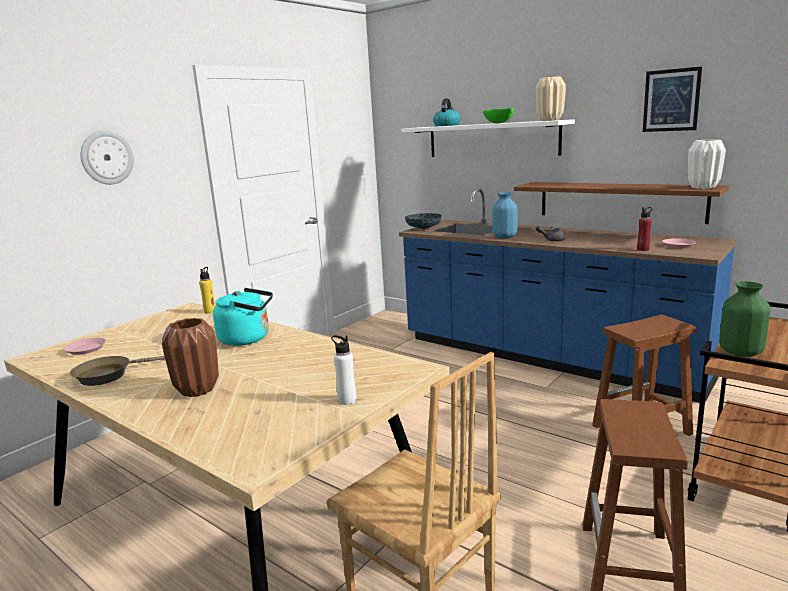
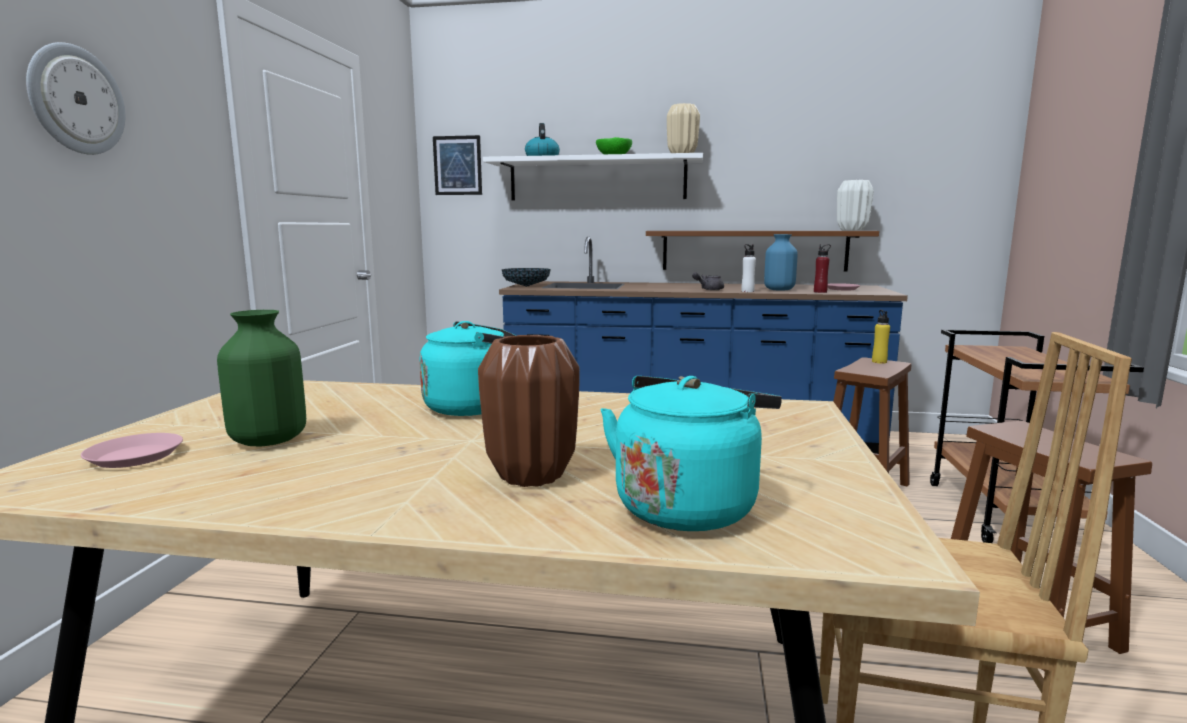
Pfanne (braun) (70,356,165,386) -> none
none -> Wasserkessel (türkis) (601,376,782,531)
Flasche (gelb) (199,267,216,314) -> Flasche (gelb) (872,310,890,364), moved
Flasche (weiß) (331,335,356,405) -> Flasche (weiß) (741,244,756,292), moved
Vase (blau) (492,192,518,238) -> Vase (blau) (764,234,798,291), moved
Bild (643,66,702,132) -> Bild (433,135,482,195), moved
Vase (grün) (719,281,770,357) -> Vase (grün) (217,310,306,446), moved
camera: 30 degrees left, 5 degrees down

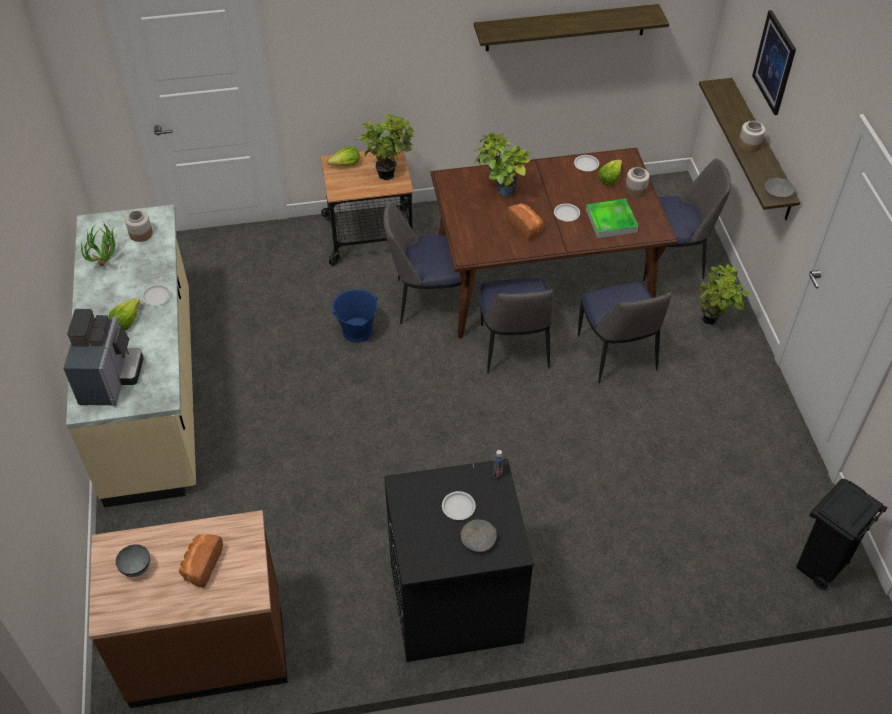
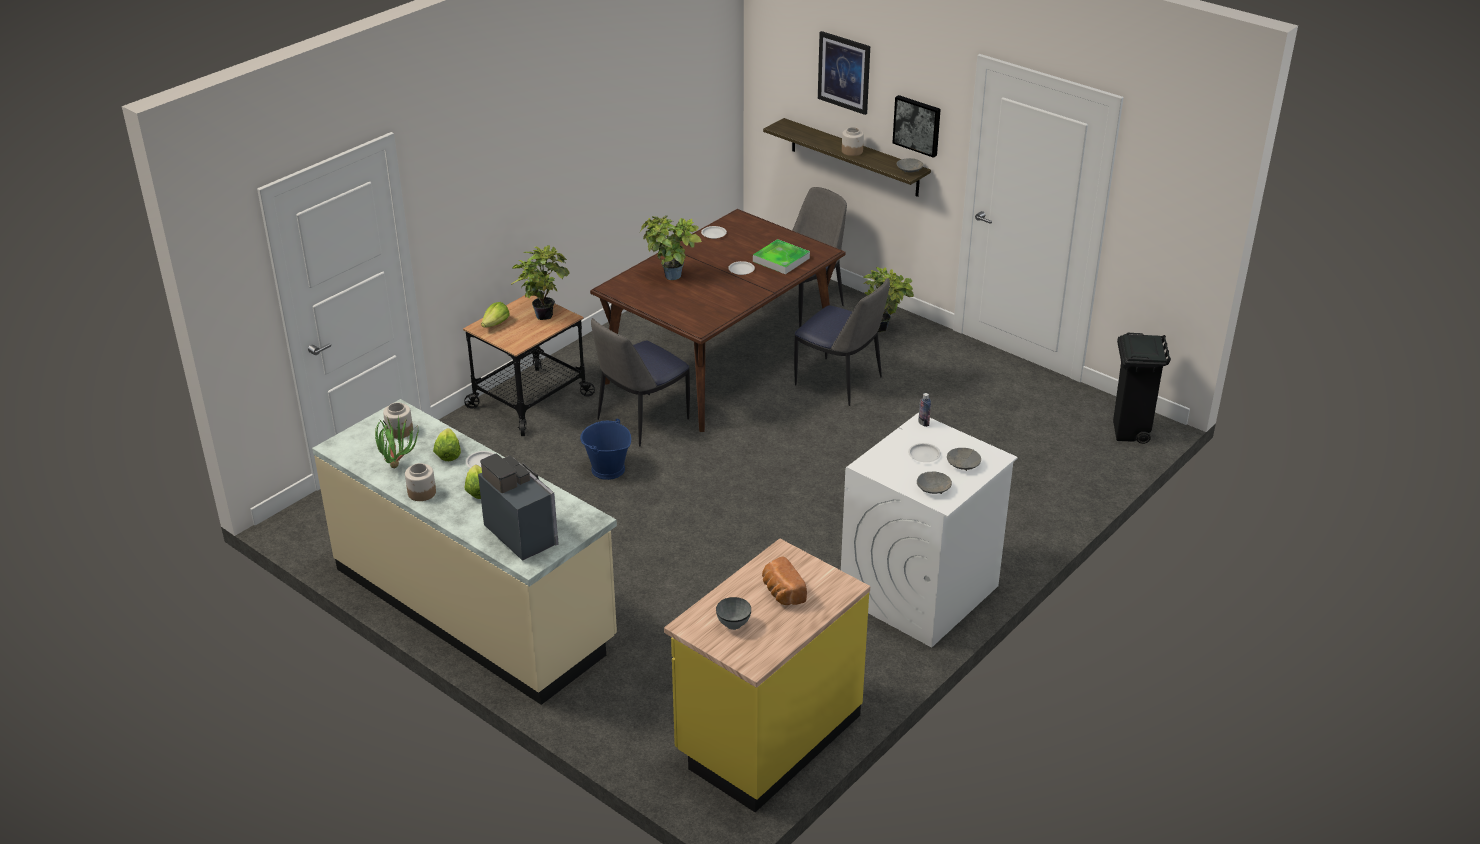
Wandregal (474,4,669,51) -> none
Stuhl (480,278,554,373) -> none
Brot (507,203,543,240) -> none
none -> Bild (892,95,941,158)
none -> Schüssel (grau) (917,472,952,494)
Salatkopf (598,159,622,186) -> Salatkopf (433,428,461,461), moved
Vorratsglas (625,167,649,197) -> Vorratsglas (405,463,436,501), moved
Küchenzeile (braun) (89,510,288,708) -> Küchenzeile (gelb) (664,538,870,812)
Waschmaschine (schwarz) (384,458,534,662) -> Waschmaschine (weiß) (841,413,1018,648)
camera: 40 degrees left, 15 degrees down

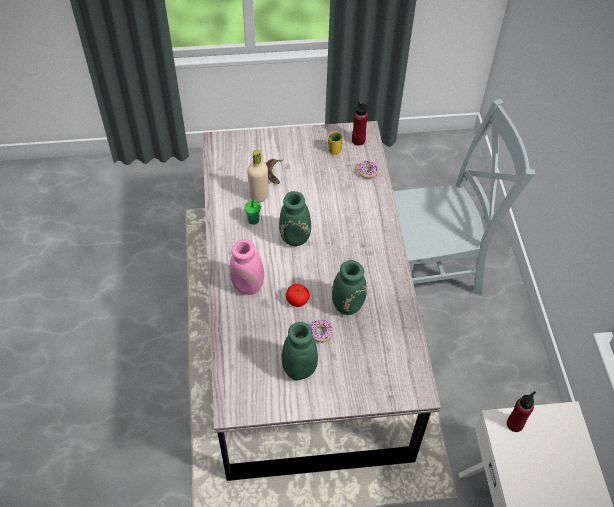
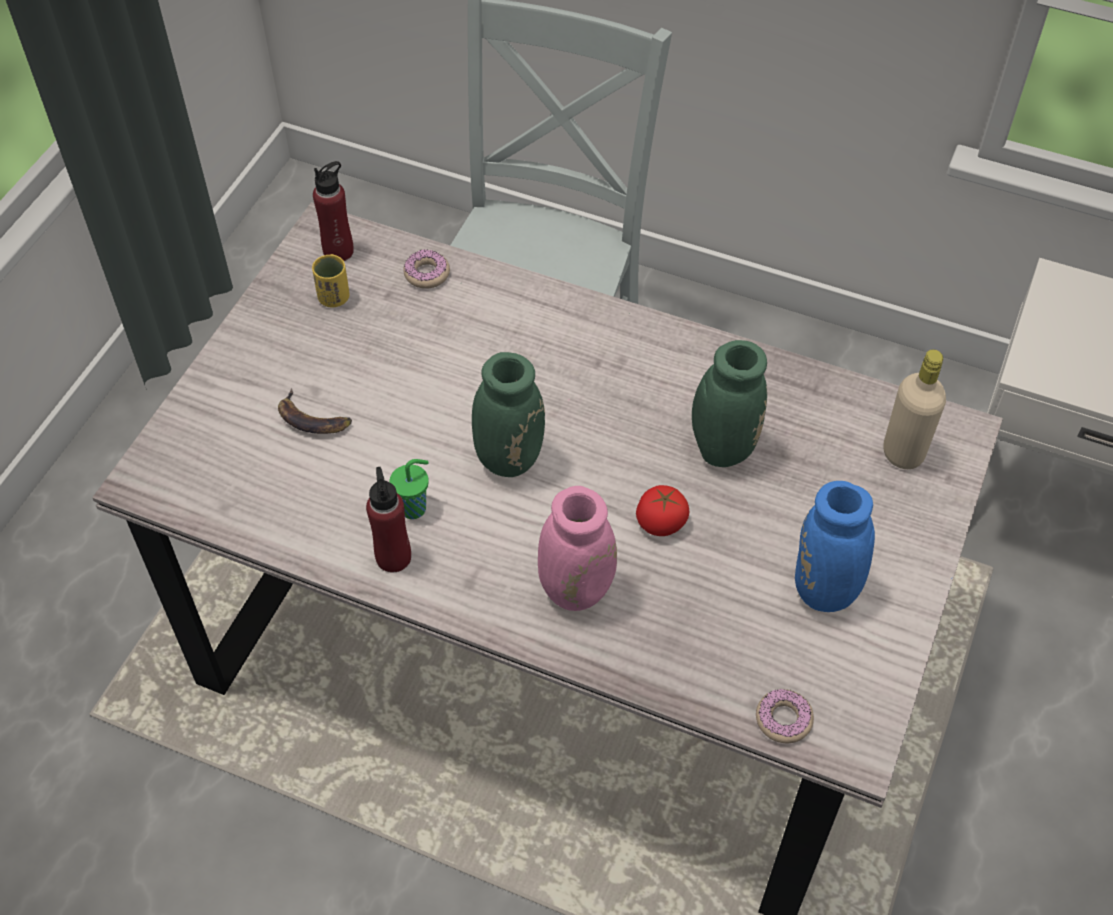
Flasche (beige) (247,150,268,202) -> Flasche (beige) (883,349,946,469), moved
Donut (310,320,333,342) -> Donut (756,689,814,743), moved
Flasche (rot) (507,391,536,432) -> Flasche (rot) (366,467,411,572), moved
Vase (grün) (281,322,318,380) -> Vase (blau) (795,481,952,612)
camera: 60 degrees left, 0 degrees up

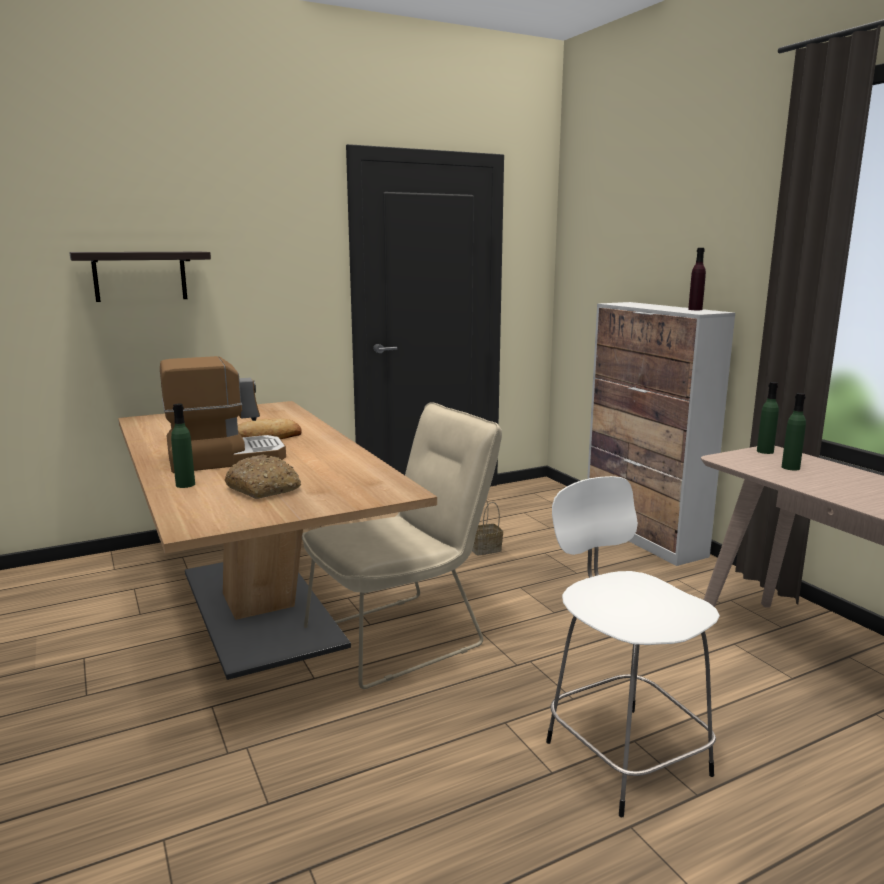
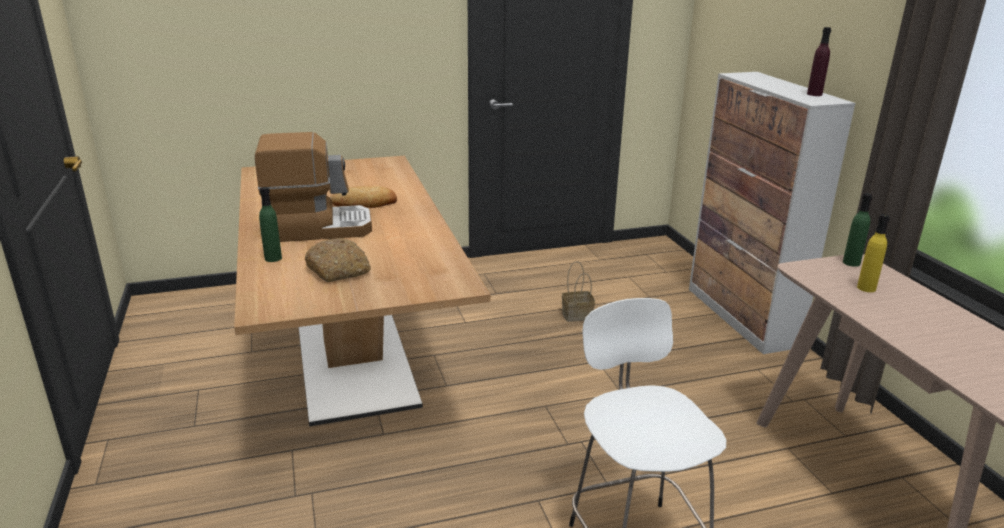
Wandregal (70,252,211,302) -> none
Stuhl (beige) (302,402,502,689) -> none
Flasche (grün) (782,393,806,470) -> Flasche (gelb) (857,214,890,292)
camera: 10 degrees right, 10 degrees up

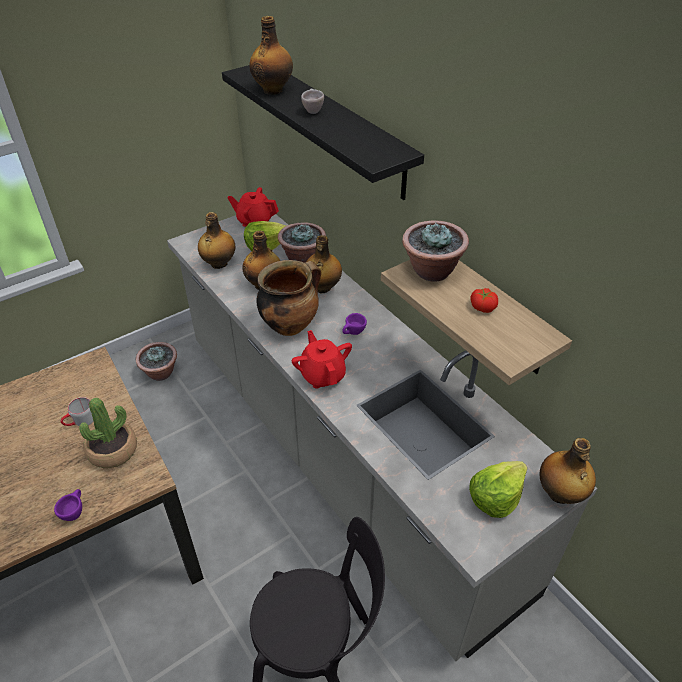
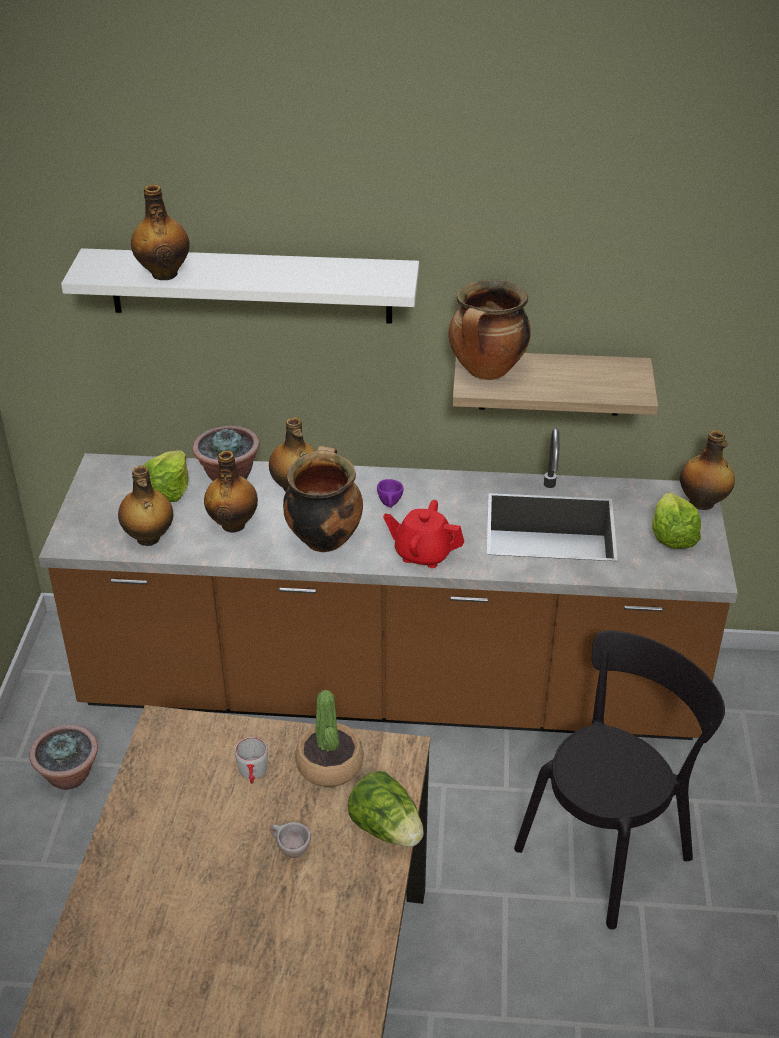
Teekanne (rot) (228,187,279,227) -> none
Tomate (470,288,498,313) -> none
Tasse (beige) (301,88,324,114) -> Tasse (beige) (271,822,311,858), moved
Tasse (lila) (54,489,82,521) -> Salatkopf (348,771,424,847)
Topfpflanze (402,220,469,281) -> Kochtopf (449,279,531,380)
Küchenzeile (grau) (167,214,597,661) -> Küchenzeile (braun) (39,428,738,740)
Wandregal (schwarz) (222,65,424,200) -> Wandregal (weiß) (61,248,419,324)
camera: 50 degrees left, 5 degrees down

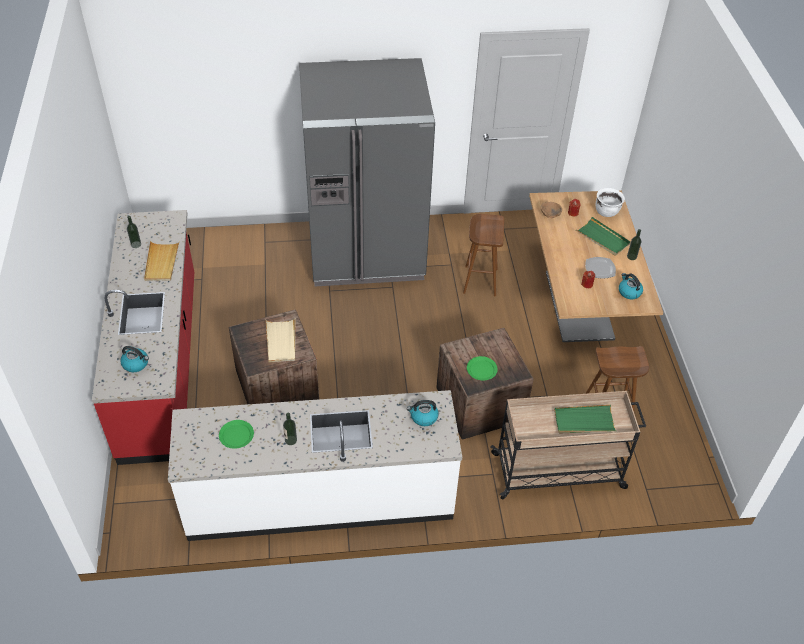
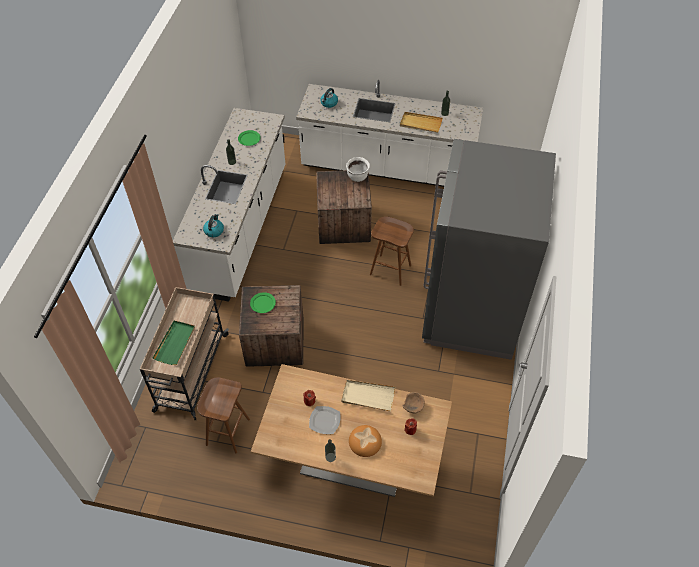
Wasserkessel (619,273,643,299) -> none
Tablett (beige) (266,319,295,362) -> Tablett (beige) (341,380,396,412), moved
Hocker (braun) (463,214,504,296) -> Hocker (braun) (370,216,414,286), moved
Kochtopf (weiß) (596,188,625,217) -> Kochtopf (weiß) (346,157,370,182), moved
Tablett (grün) (576,217,631,256) -> Brot (349,425,382,457)
Küchenzeile (rot) (92,210,194,465) -> Küchenzeile (weiß) (296,80,483,187)
camera: 110 degrees right, 5 degrees up

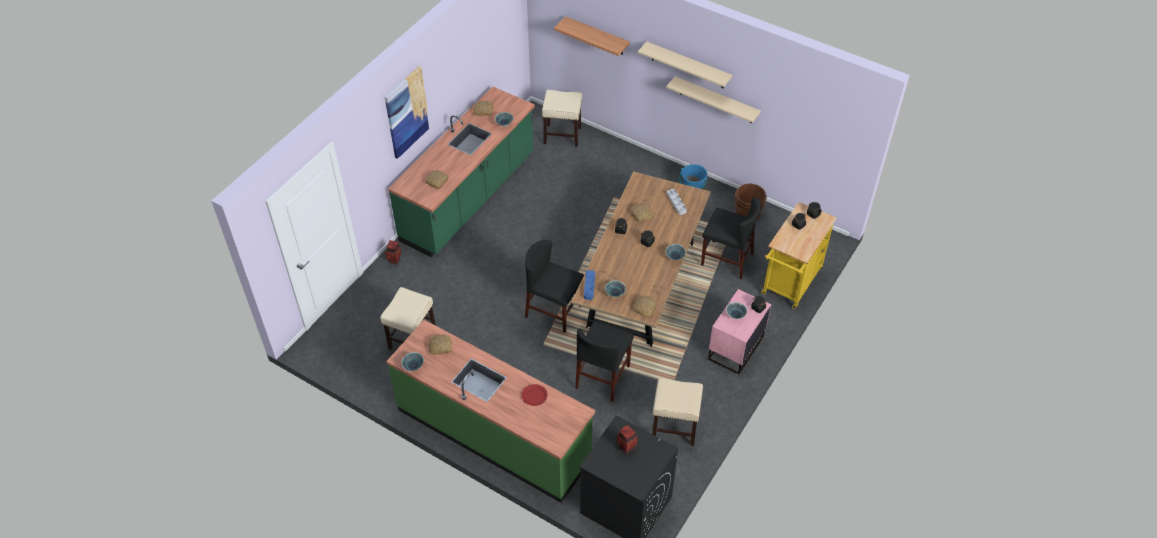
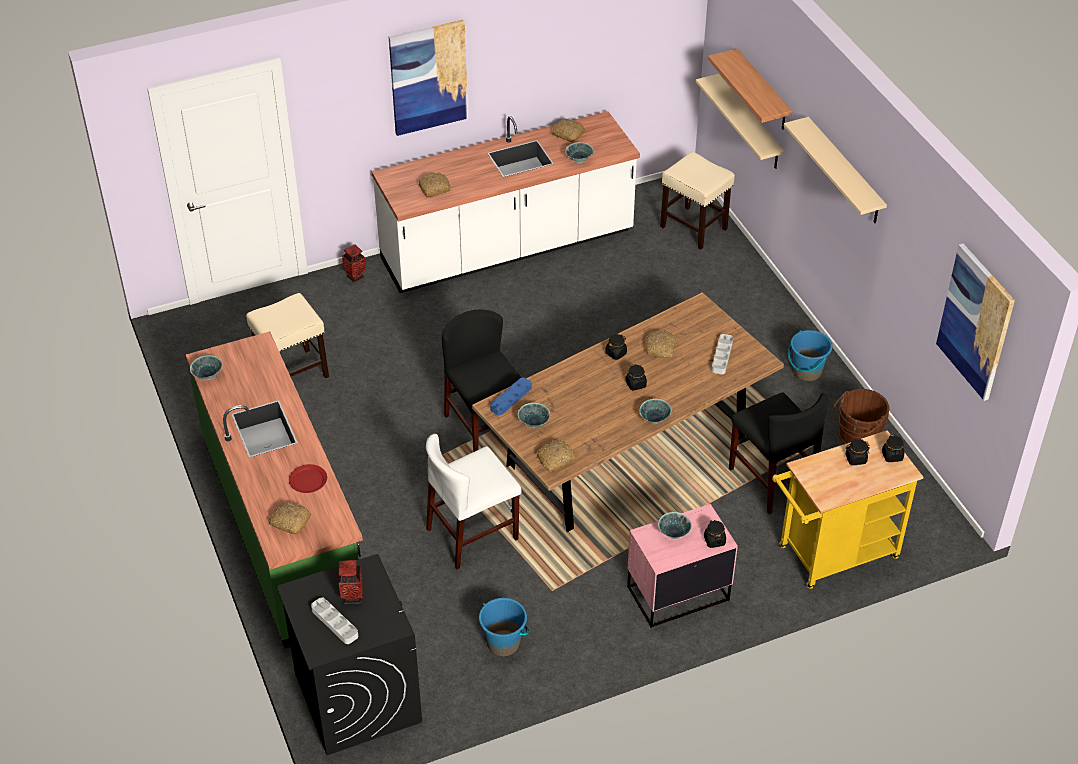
none -> Tablett (grau) (311,598,358,644)
none -> Bild (936,244,1015,401)
Brot (429,335,452,355) -> Brot (269,502,311,534), moved
Wandregal (beige) (666,76,761,123) -> Wandregal (beige) (696,74,785,169), moved
Hocker (beige) (652,378,703,446) -> Eimer (blau) (479,598,529,656)
Küchenzeile (grün) (388,86,535,257) -> Küchenzeile (weiß) (372,111,640,293)
Stuhl (schwarz) (575,321,634,402) -> Stuhl (weiß) (426,434,521,569)
camera: 35 degrees right, 5 degrees down

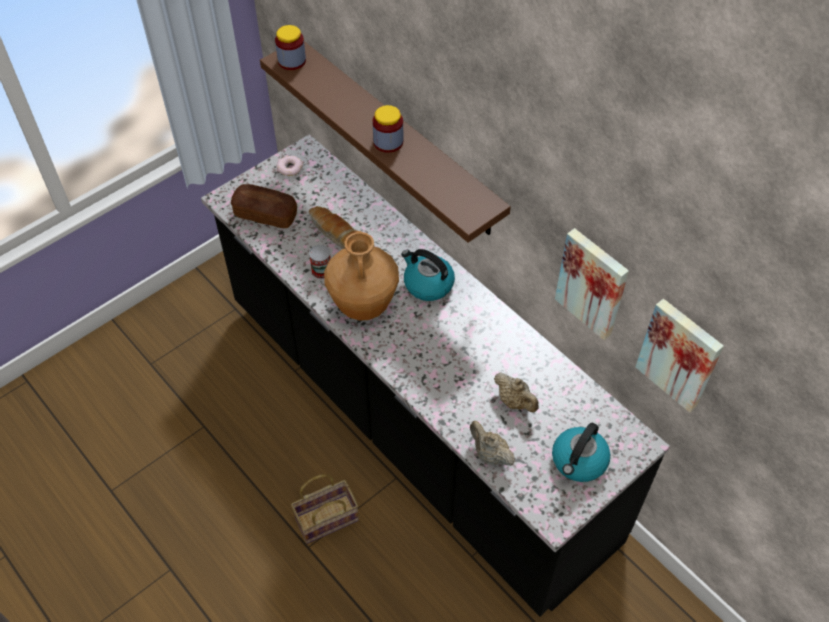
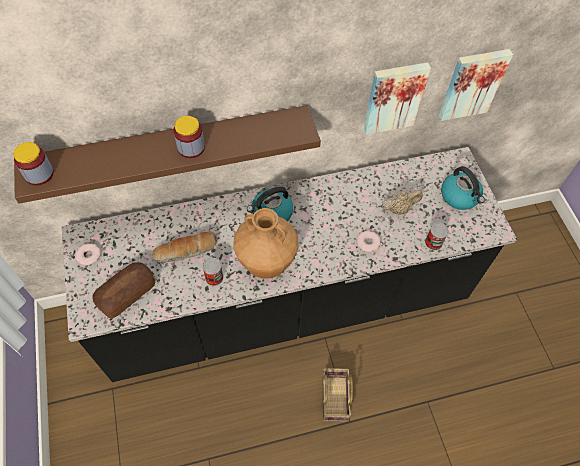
none -> Donut (357,231,381,252)
Teekanne (beige) (470,421,515,466) -> Dose (425,223,449,250)
camera: 65 degrees left, 5 degrees up

